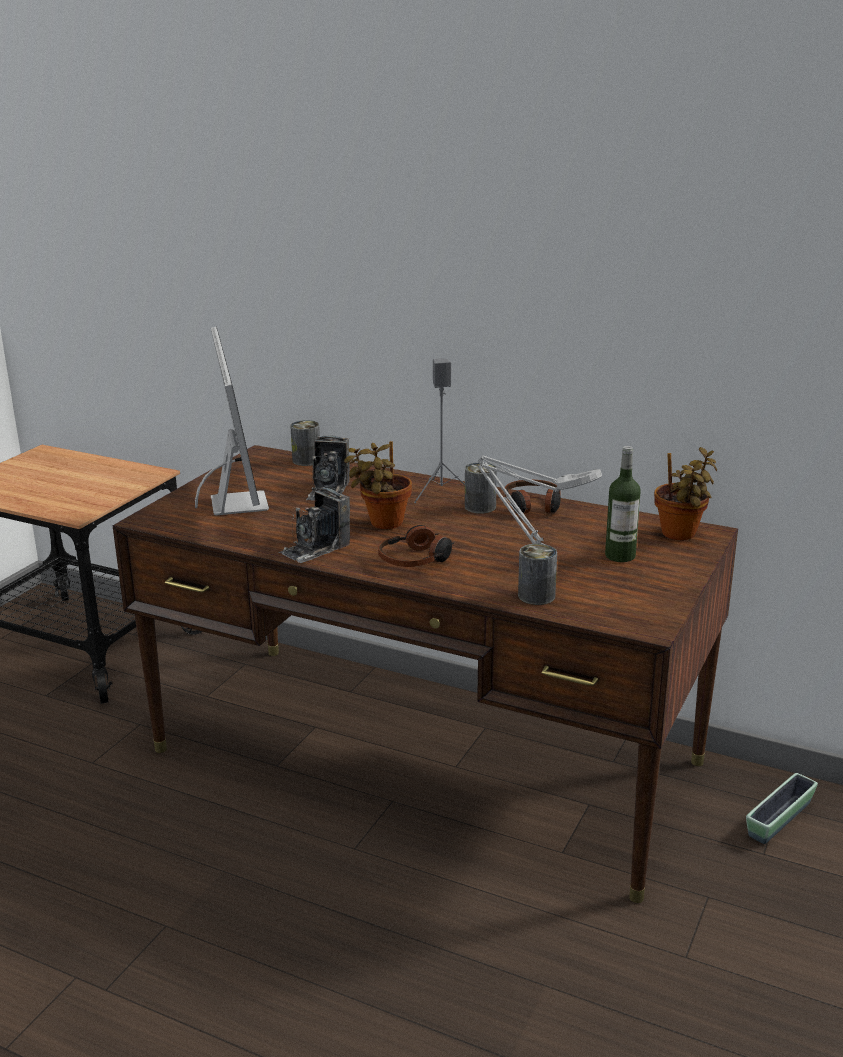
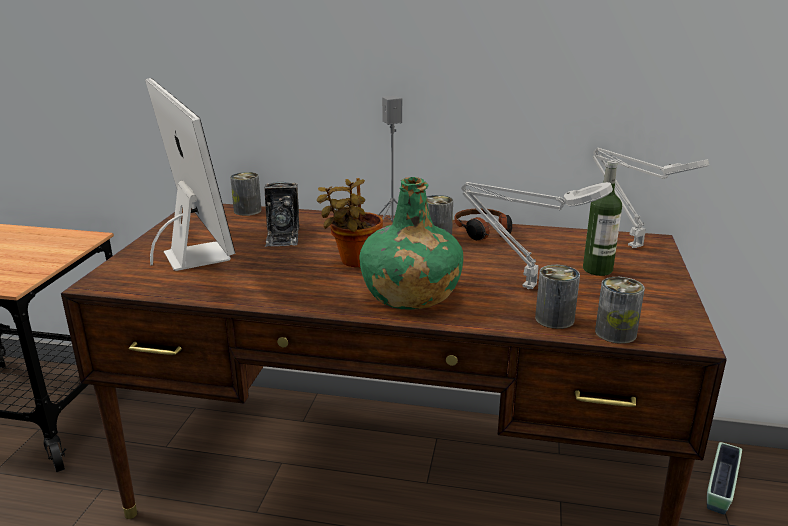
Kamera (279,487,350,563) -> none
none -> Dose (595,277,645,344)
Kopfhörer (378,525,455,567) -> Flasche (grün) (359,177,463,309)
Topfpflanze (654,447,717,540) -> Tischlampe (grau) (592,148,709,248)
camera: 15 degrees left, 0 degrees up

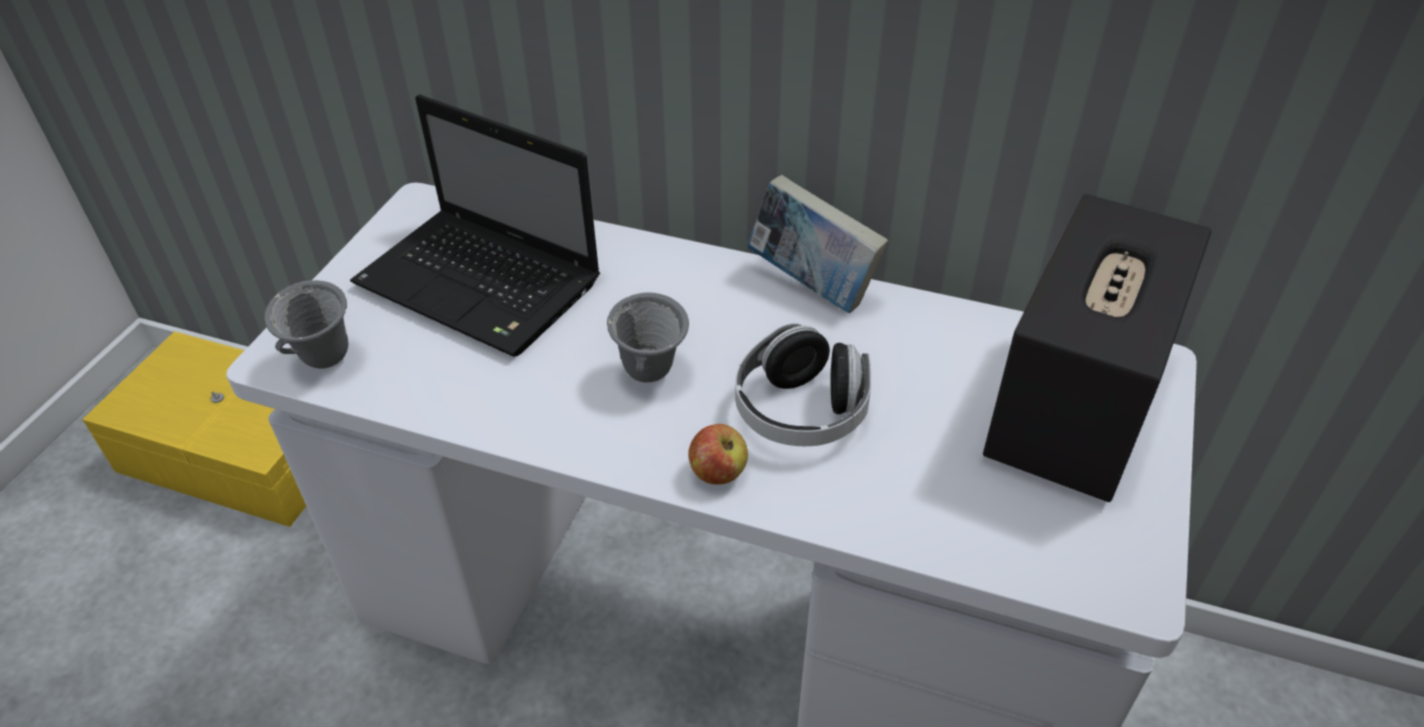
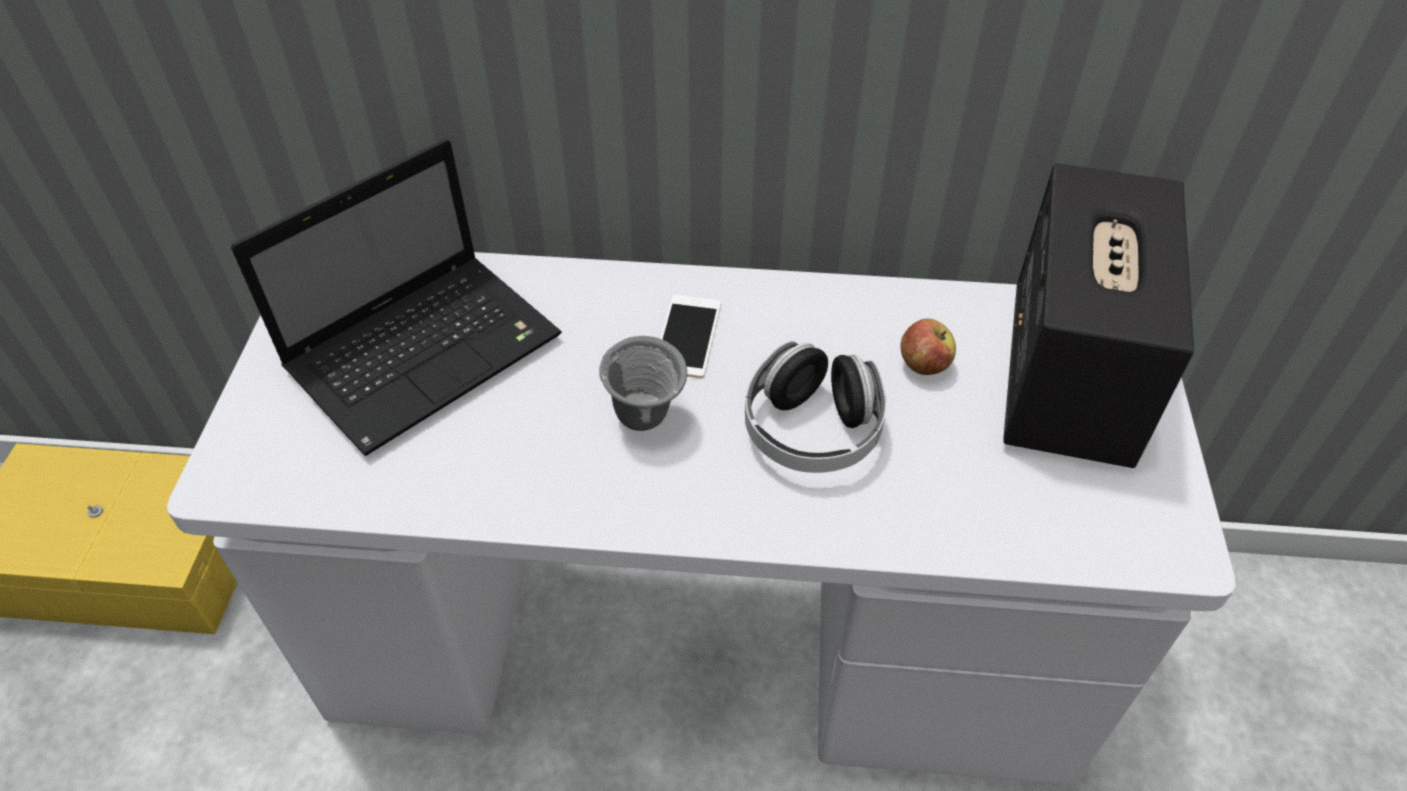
Henkelbecher (grau) (265,280,348,368) -> none
Buch (747,175,888,313) -> none
none -> Handy (660,295,721,378)
Apfel (688,424,748,484) -> Apfel (901,318,956,375), moved
Laptop (350,94,600,357) -> Laptop (231,139,562,456), 60 degrees counterclockwise
camera: 15 degrees left, 5 degrees up

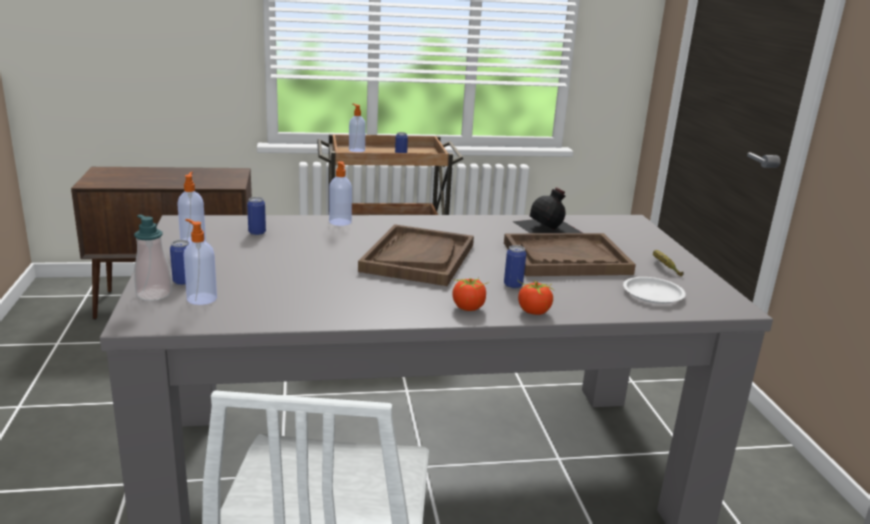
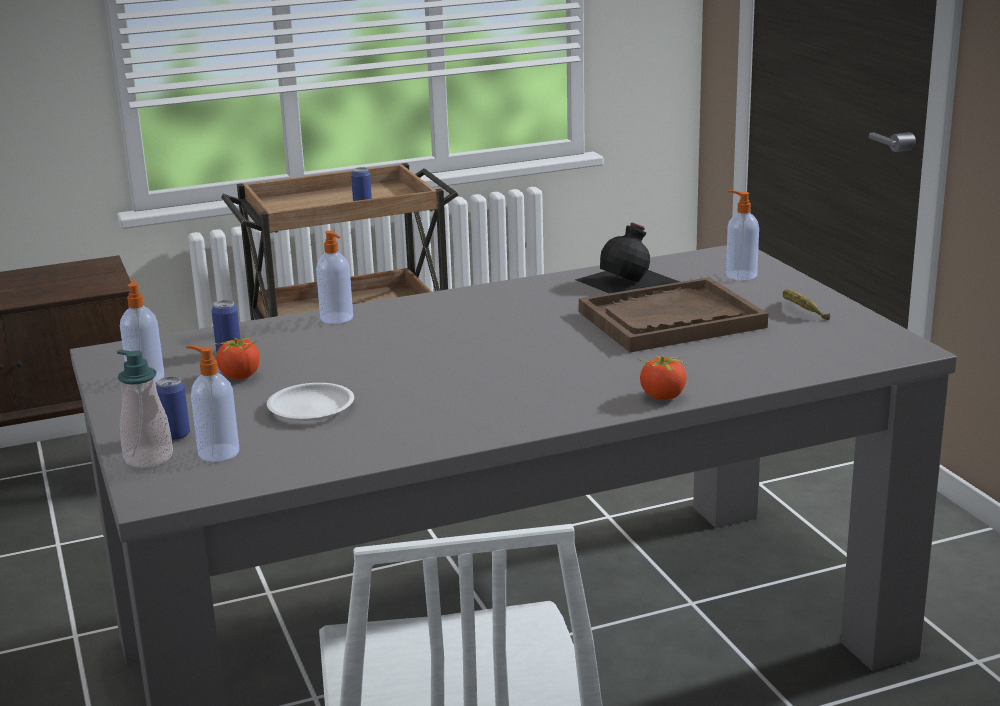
Tablett (braun) (358,224,474,286) -> none
Dose (504,245,526,288) -> none
Seifenspender (349,104,366,152) -> Seifenspender (726,190,759,280), moved
Tomate (452,278,489,311) -> Tomate (215,336,260,380), moved
Teller (weiß) (623,277,686,304) -> Teller (weiß) (267,383,354,421), moved
camera: 10 degrees left, 0 degrees up

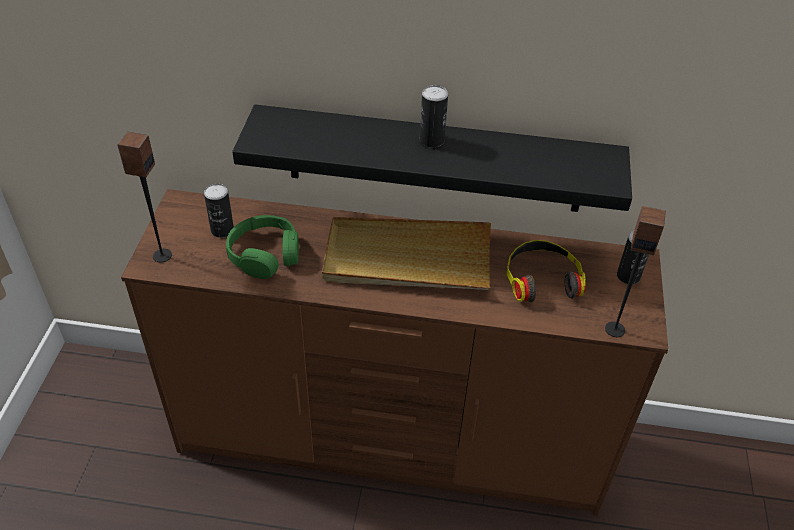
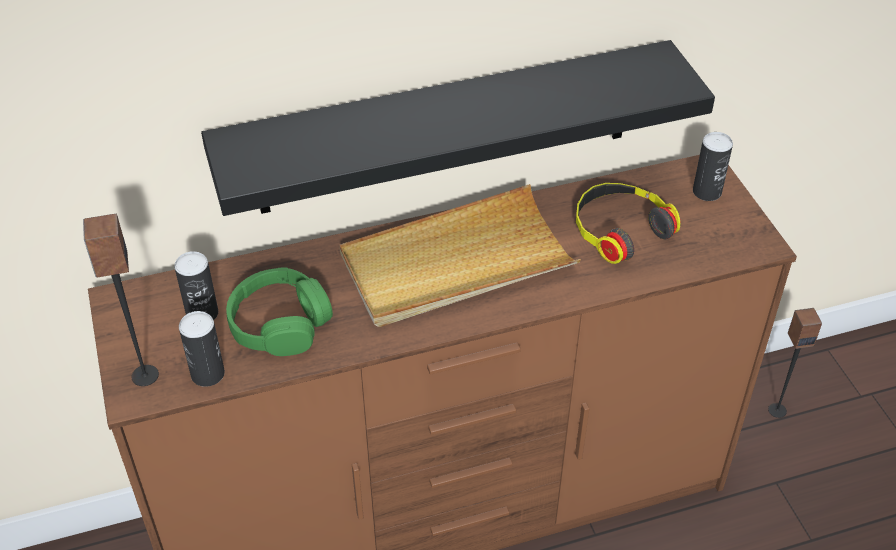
Dose (420,85,448,147) -> Dose (179,311,225,387), moved
Lautsprecher (605,205,666,337) -> Lautsprecher (768,308,822,418), moved
camera: 25 degrees left, 0 degrees up

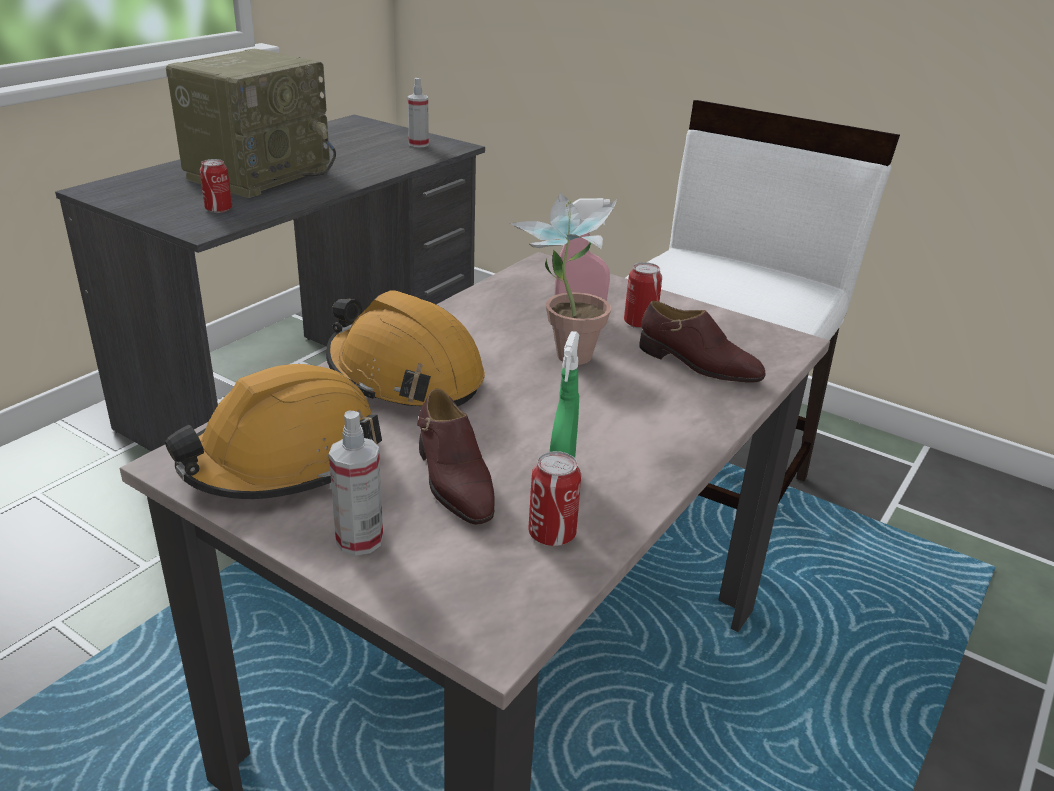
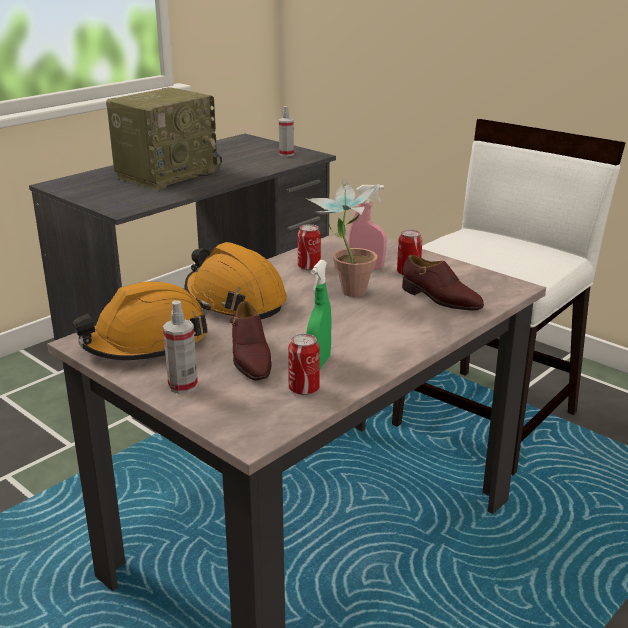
Dose (200,159,232,213) -> Dose (298,224,321,270), moved
camera: 10 degrees right, 5 degrees down

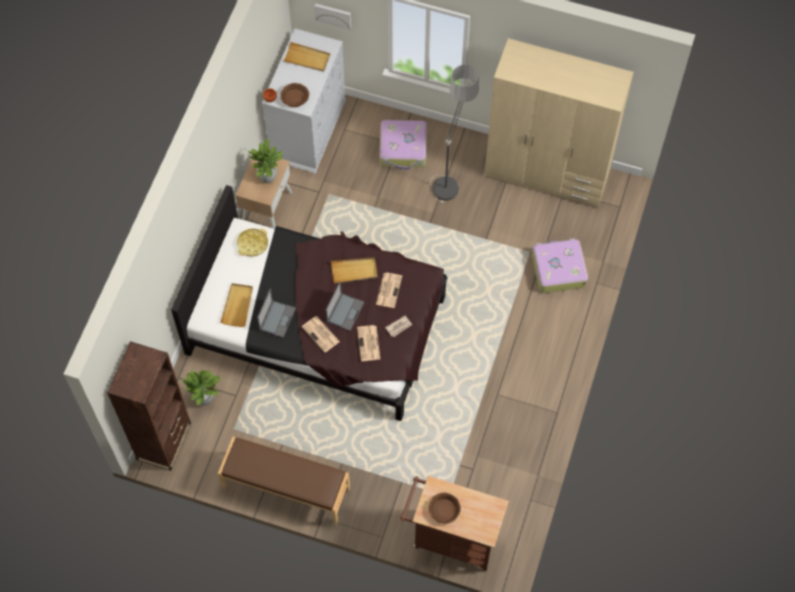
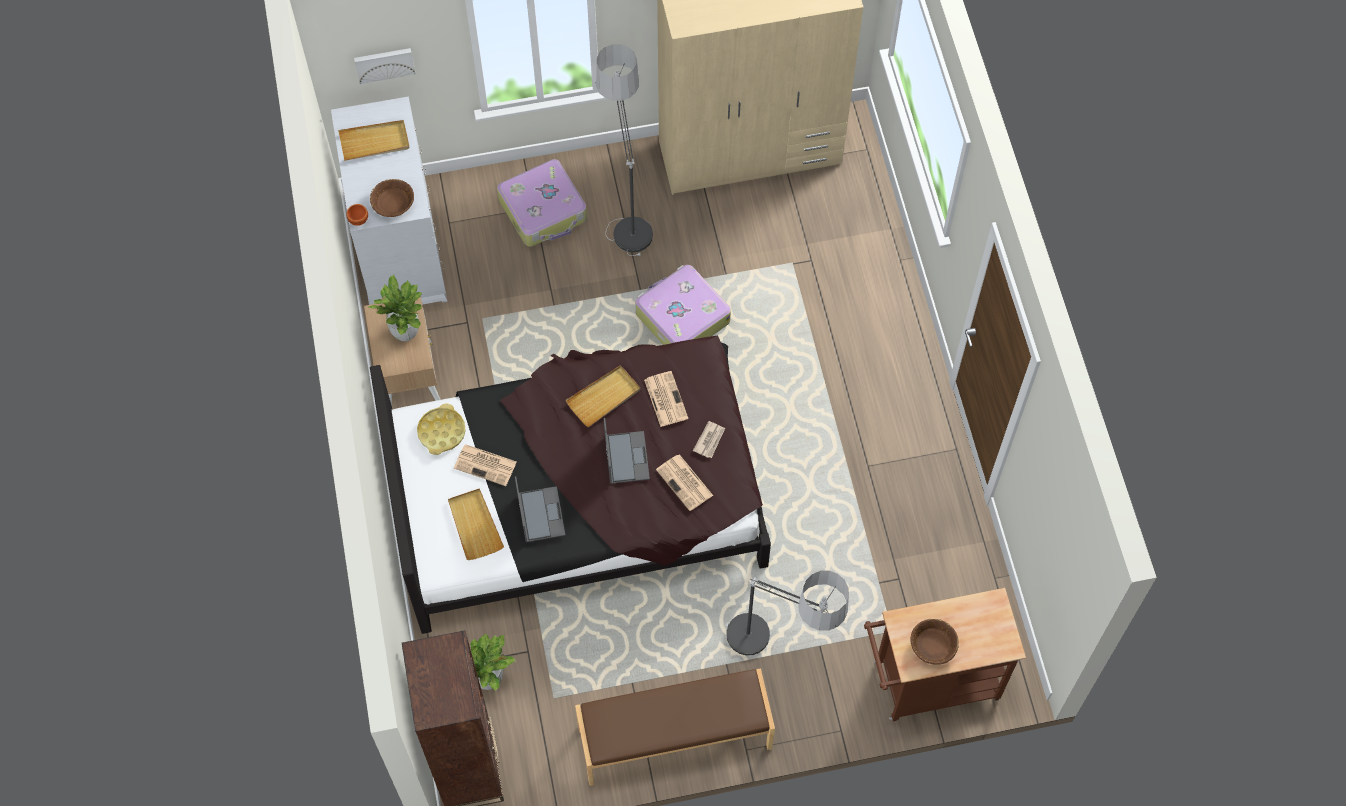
none -> Stehlampe (726,571,849,656)
Zeitung (302,316,340,353) -> Zeitung (454,444,517,486), moved
Koffer (532,238,588,293) -> Koffer (635,265,731,345), moved
camera: 30 degrees left, 0 degrees up

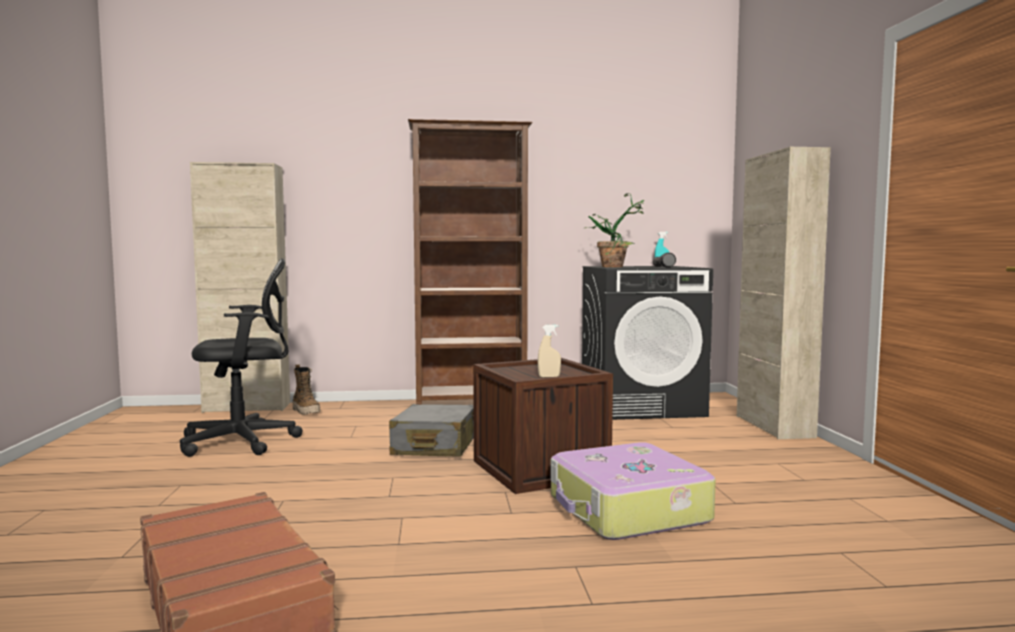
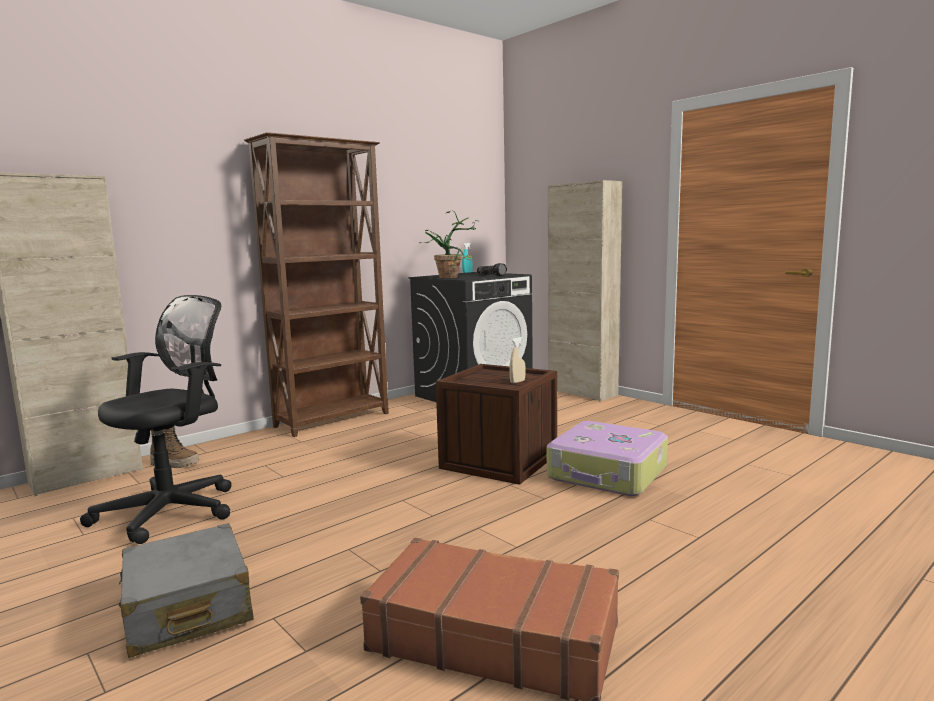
Koffer (grau) (389,404,474,457) -> Koffer (grau) (118,523,254,658), moved
camera: 35 degrees left, 5 degrees up

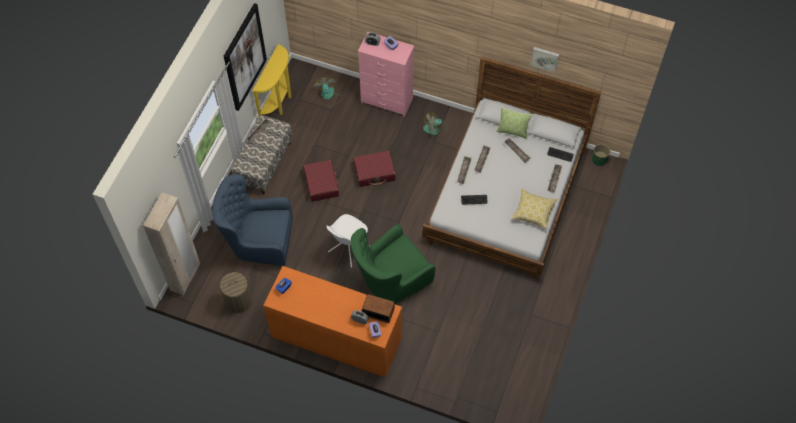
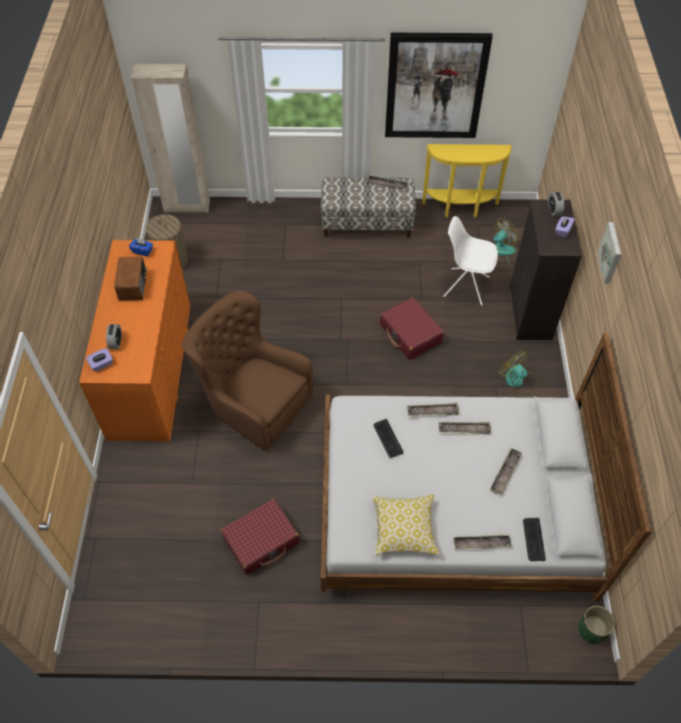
Sessel (blau) (212,174,293,266) -> none
Kissen (496,108,532,139) -> none
Koffer (rot) (303,160,339,202) -> Koffer (rot) (221,499,300,575), moved
Stuhl (weiß) (326,214,368,268) -> Stuhl (weiß) (443,216,498,306), moved
Radio (362,294,395,323) -> Radio (114,257,147,301), moved
Bild (530,47,559,73) -> Bild (597,222,621,284), moved
Sessel (grün) (350,224,436,304) -> Sessel (braun) (182,291,313,451)
Kommode (rosa) (358,32,414,117) -> Kommode (schwarz) (509,200,582,340)
camera: 70 degrees right, 5 degrees down

